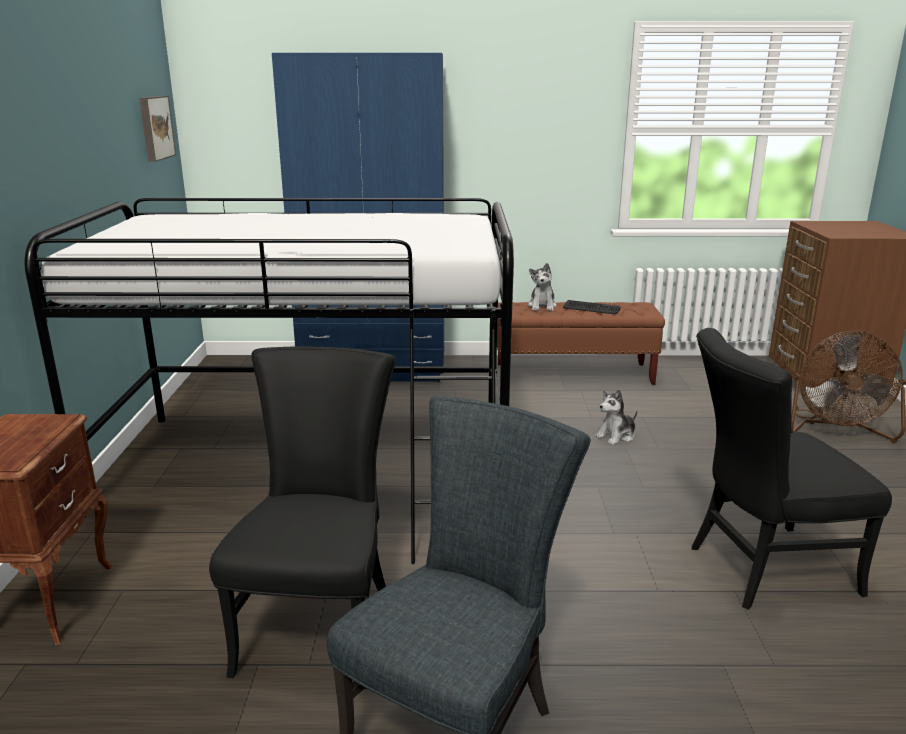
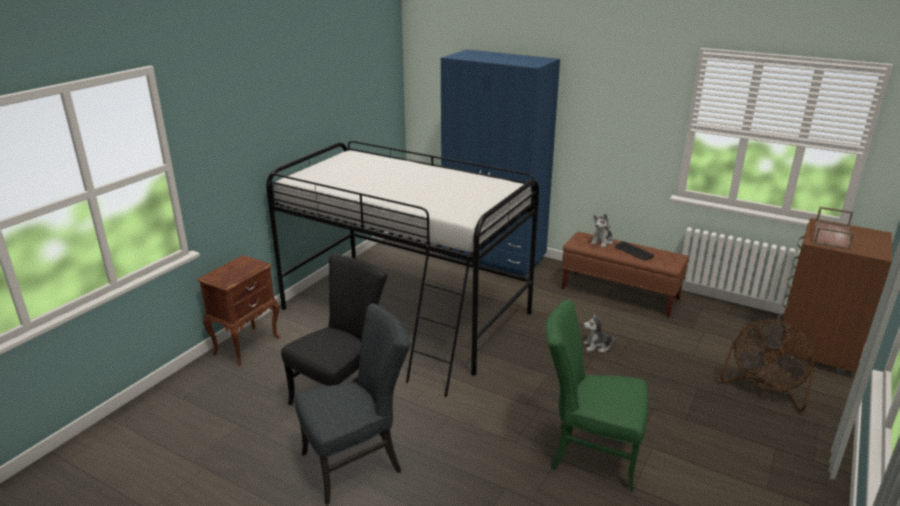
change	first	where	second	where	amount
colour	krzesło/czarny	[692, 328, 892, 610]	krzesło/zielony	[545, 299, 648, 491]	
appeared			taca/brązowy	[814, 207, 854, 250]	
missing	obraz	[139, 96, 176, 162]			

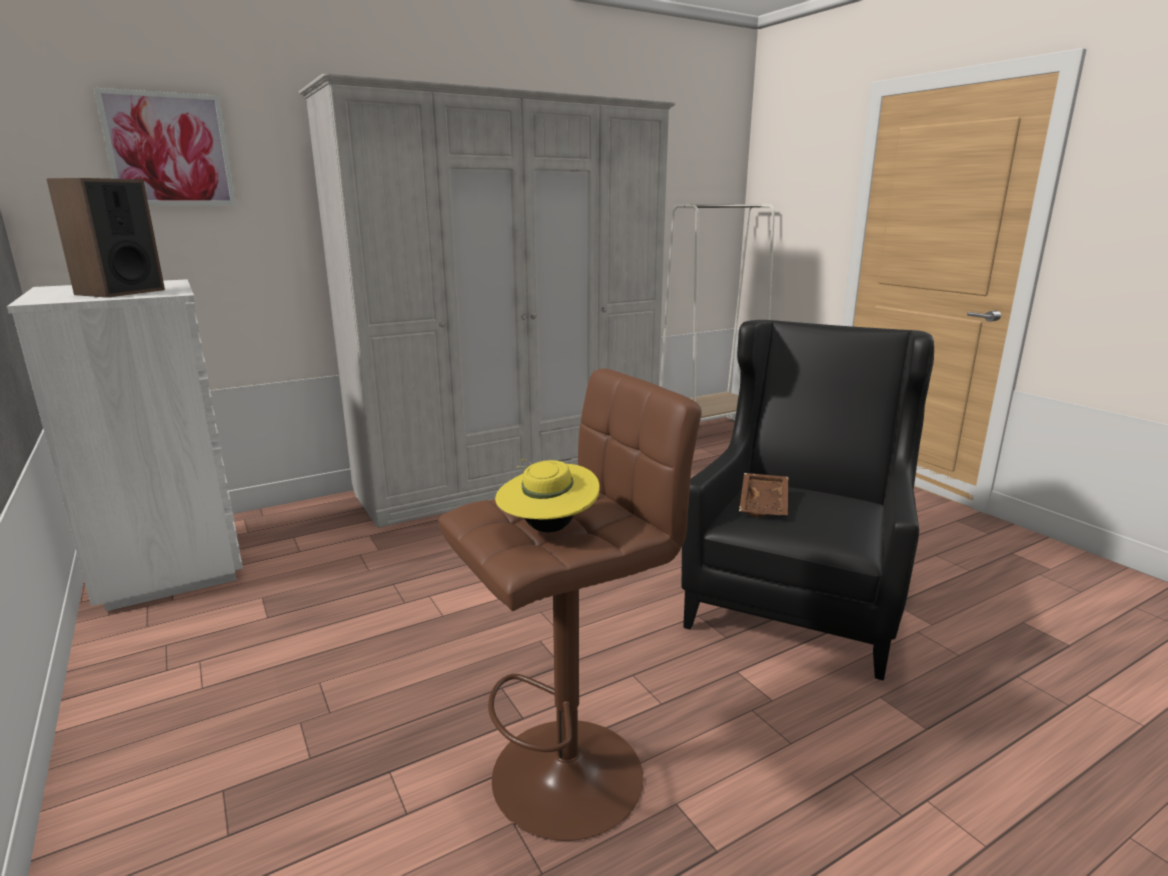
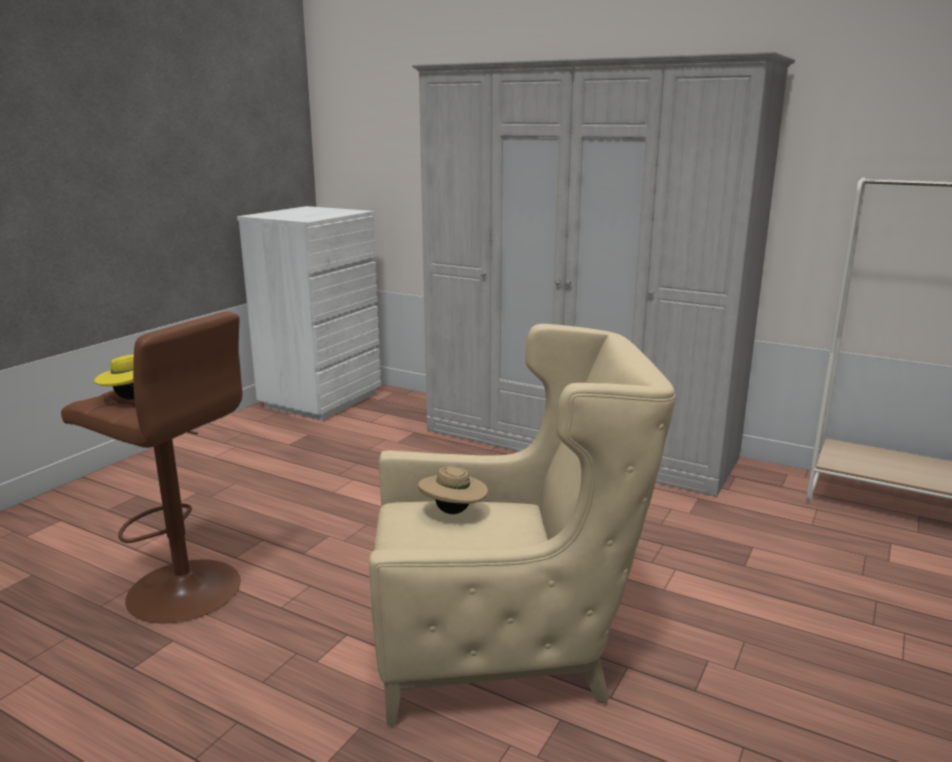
change	first	where	second	where	amount
colour	fotel/czarny	[681, 320, 934, 680]	fotel/beżowy	[369, 324, 675, 725]	
exchanged	taca/brązowy	[739, 473, 788, 517]	kapelusz/beżowy	[418, 467, 488, 514]	
missing	głośnik	[46, 178, 165, 298]			
missing	obraz	[94, 88, 236, 206]			

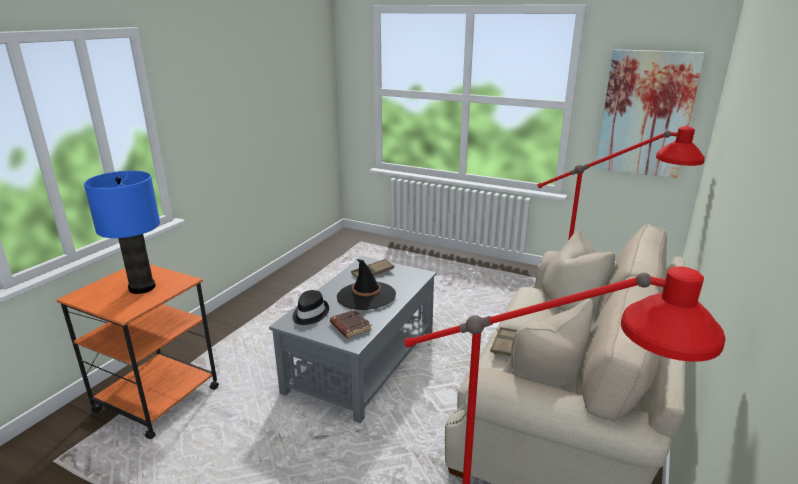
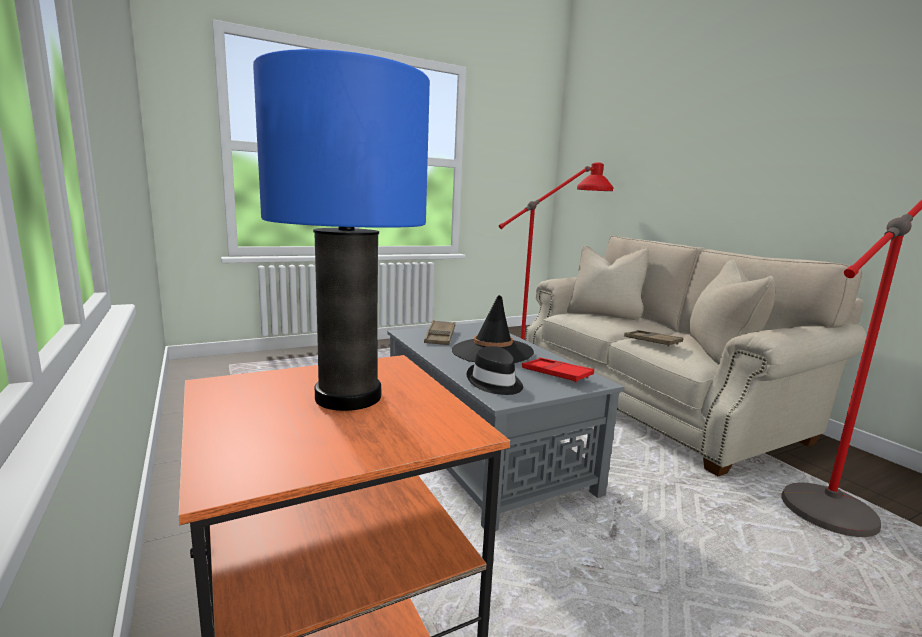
change	first	where	second	where	amount
exchanged	książka/brązowy	[330, 310, 372, 338]	taca/czerwony	[522, 357, 594, 383]	
missing	obraz	[595, 49, 705, 178]			

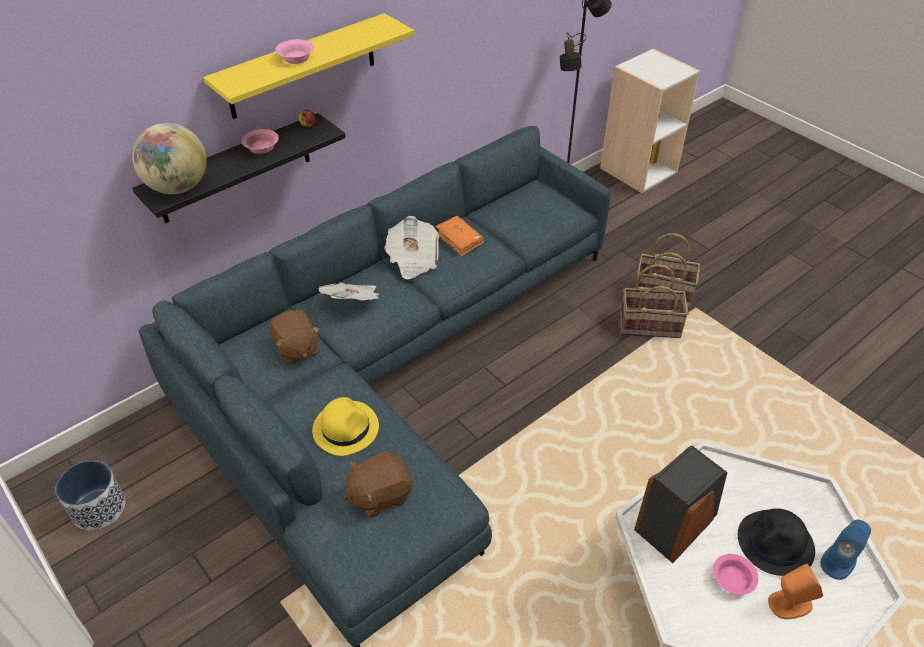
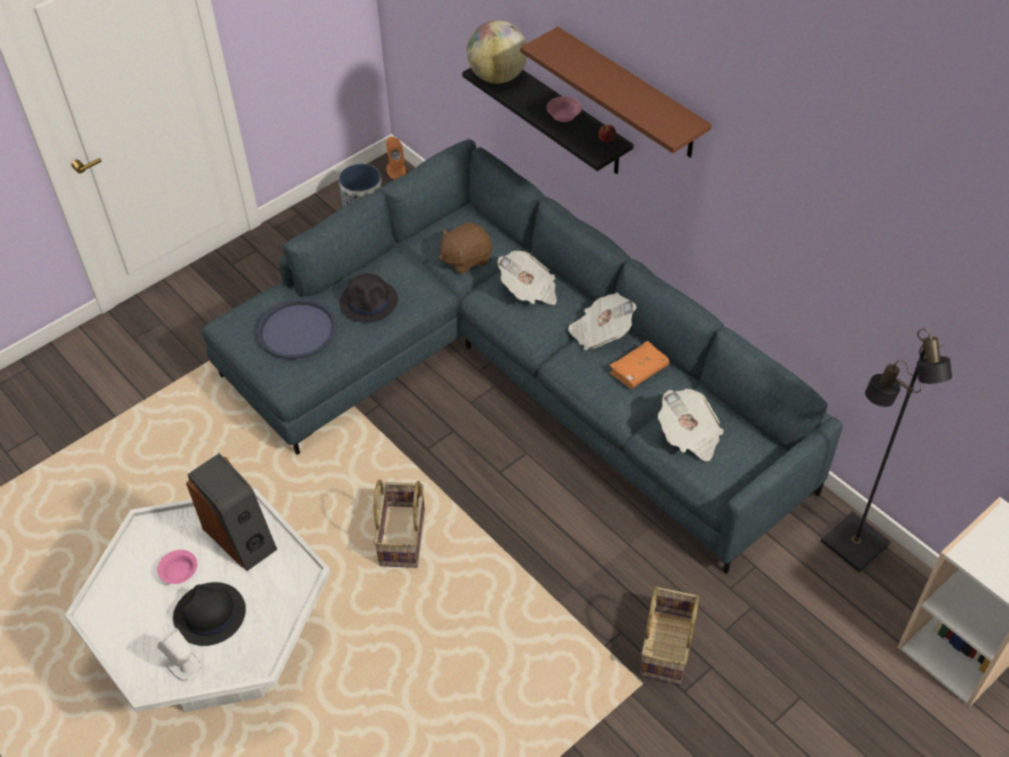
change	first	where	second	where	amount
colour	głośnik/niebieski	[820, 520, 871, 580]	głośnik/biały	[157, 628, 202, 682]	
exchanged	pluszak/brązowy	[343, 451, 412, 518]	taca/niebieski	[257, 299, 337, 359]	
colour	kapelusz/żółty	[312, 397, 379, 456]	kapelusz/czarny	[339, 273, 398, 323]	
relocated	koszyk	[620, 264, 689, 338]		[374, 479, 425, 568]	
relocated	głośnik/pomarańczowy	[768, 564, 823, 619]		[386, 137, 406, 179]	
colour	półka/żółty	[203, 13, 414, 119]	półka/brązowy	[520, 27, 712, 158]	
appeared			gazeta	[658, 389, 724, 462]	
missing	miska/różowy	[275, 39, 314, 64]			

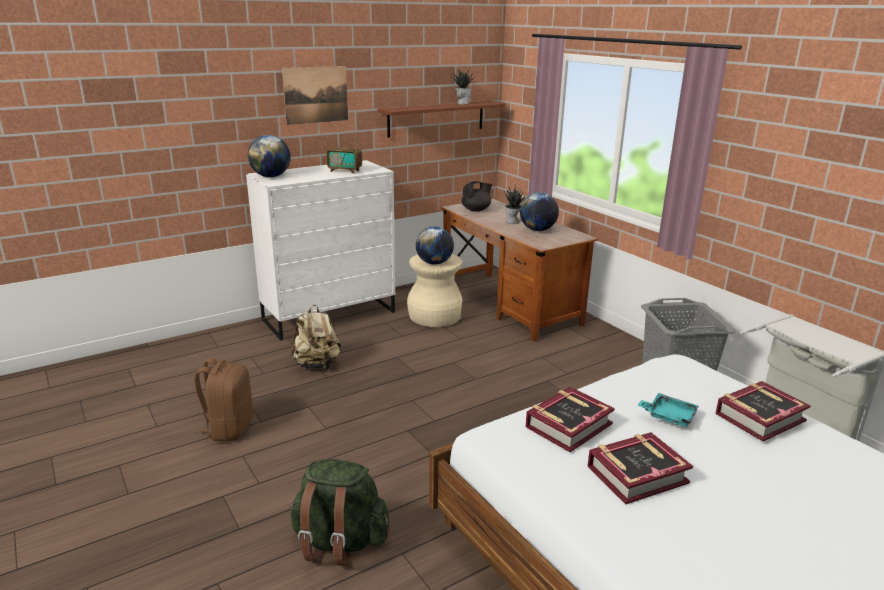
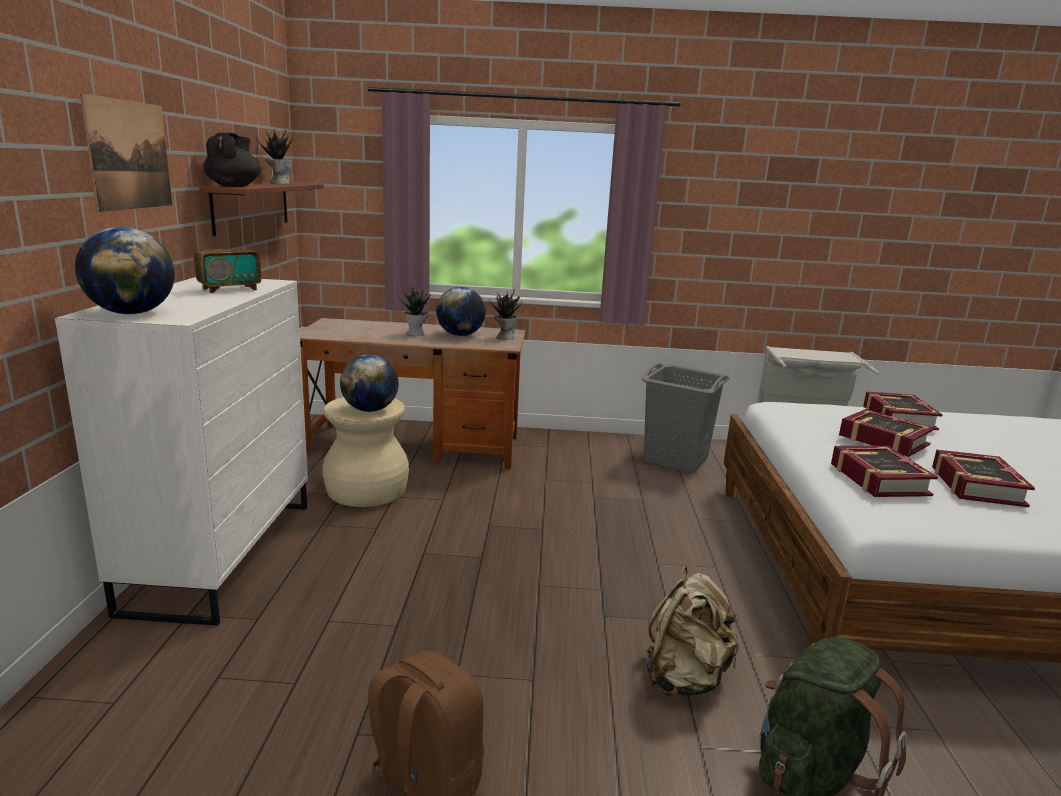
change	first	where	second	where	amount
relocated	imbryk/czarny	[461, 181, 492, 212]		[203, 132, 261, 187]	
appeared			roślina doniczkowa	[489, 289, 522, 340]	
relocated	plecak/beżowy	[289, 305, 341, 369]		[647, 566, 739, 696]	
exchanged	taca/turkusowy	[637, 393, 699, 427]	książka	[839, 409, 934, 457]	

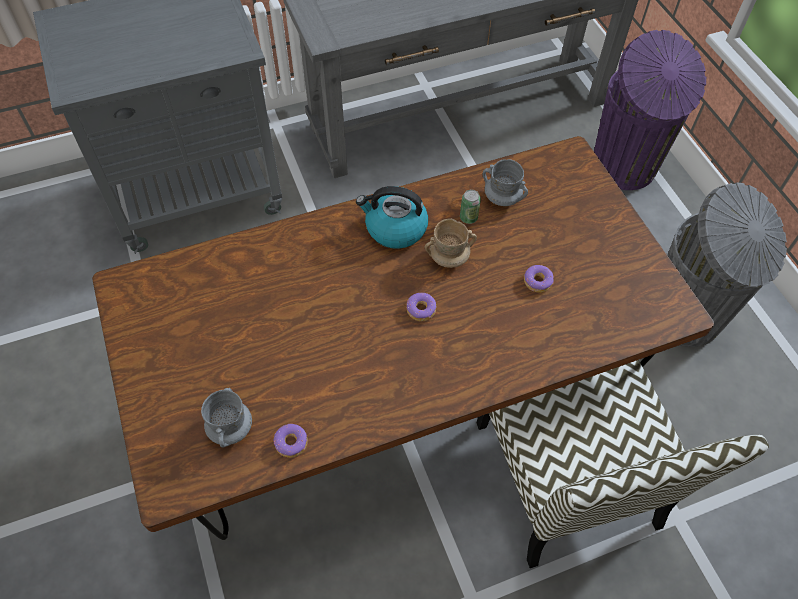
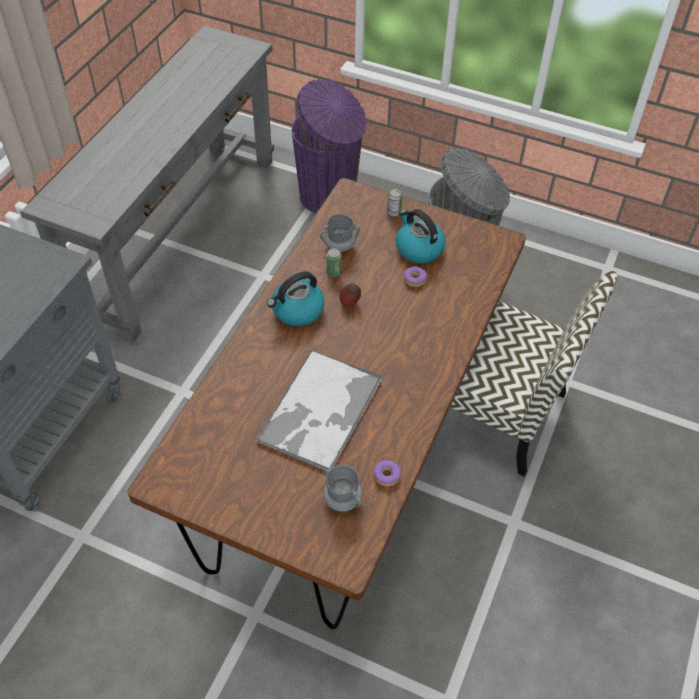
change	first	where	second	where	amount
appeared			taca	[256, 350, 382, 471]	
exchanged	kubek/beżowy	[424, 219, 477, 268]	jabłko	[339, 283, 361, 307]	
appeared			puszka	[387, 189, 402, 216]	
appeared			czajnik	[396, 209, 446, 263]	
missing	donut	[407, 293, 436, 321]			

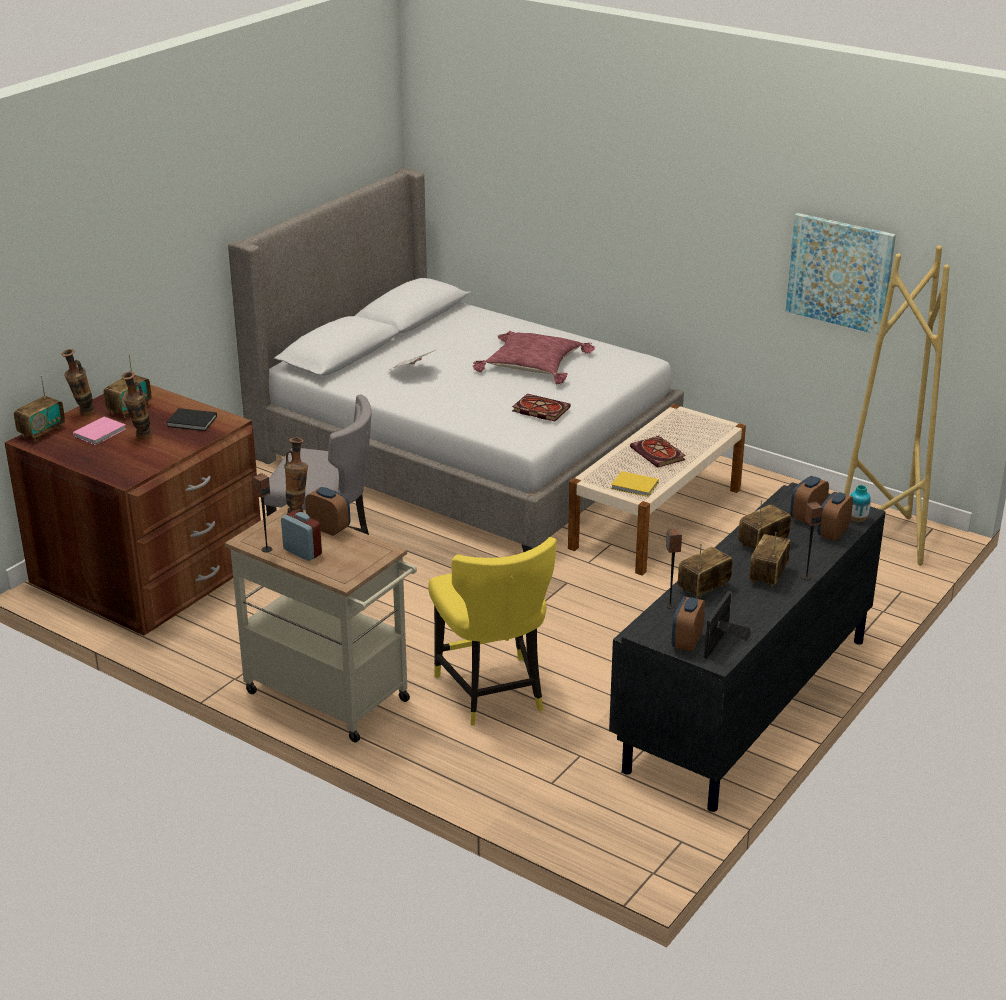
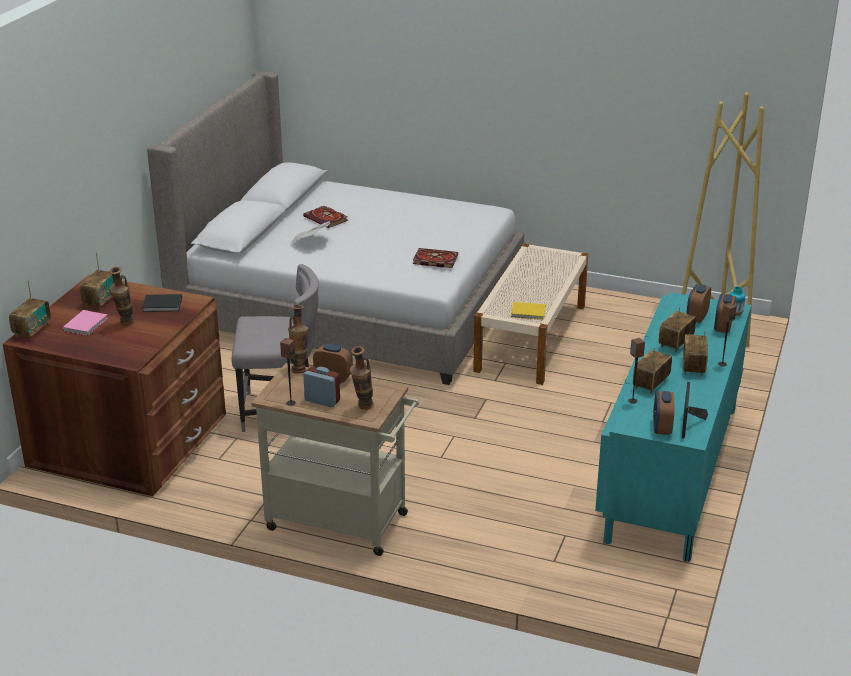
change	first	where	second	where	amount
relocated	książka	[630, 436, 686, 468]		[303, 206, 348, 228]	
relocated	wazon	[62, 349, 95, 416]		[350, 346, 373, 410]	
colour	szafka/czarny	[609, 482, 886, 812]	szafka/turkusowy	[595, 292, 751, 562]	
missing	krzesło/żółty	[428, 537, 557, 726]			
missing	poduszka/czerwony	[473, 331, 596, 385]			
missing	obraz	[786, 213, 896, 335]			

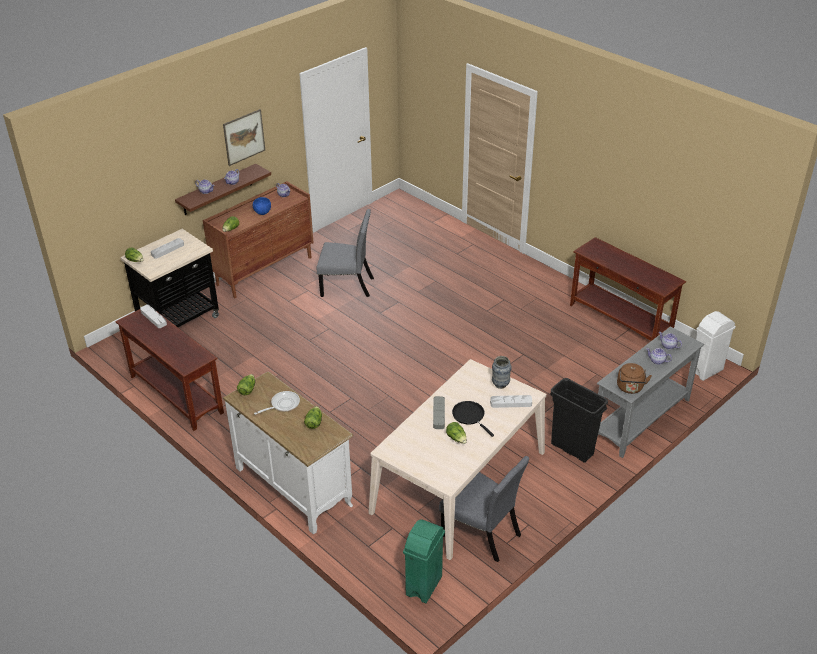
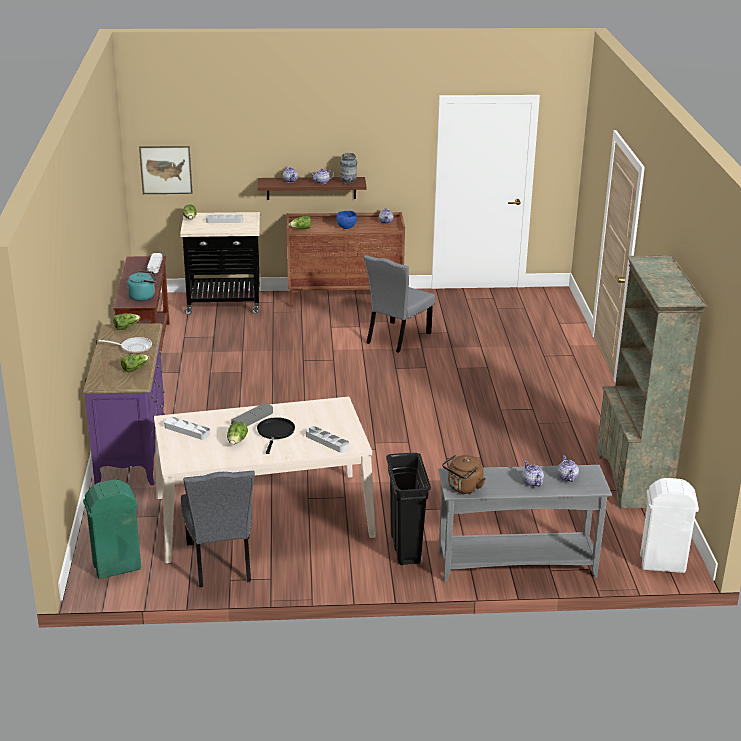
change	first	where	second	where	amount
colour	komoda/biały	[223, 372, 353, 535]	komoda/fioletowy	[84, 323, 165, 485]	
appeared			czajnik/turkusowy	[127, 270, 157, 301]	
relocated	obraz	[223, 109, 265, 166]		[139, 146, 193, 194]	
appeared			taca/szary	[164, 417, 210, 440]	
relocated	wazon	[492, 356, 512, 389]		[340, 153, 357, 184]	
spun	krzesło/szary	[316, 209, 374, 297]		[364, 255, 435, 353]	75 degrees clockwise
exchanged	stolik konsolowy/brązowy	[570, 237, 686, 341]	regał/zielony	[597, 255, 708, 509]	

